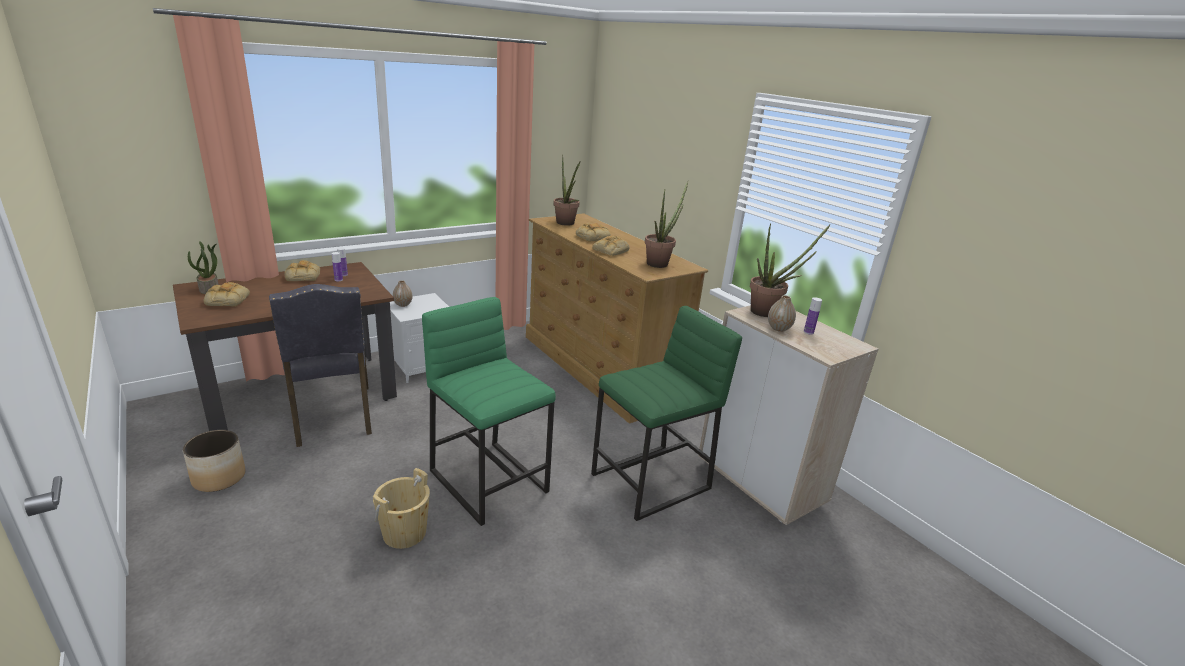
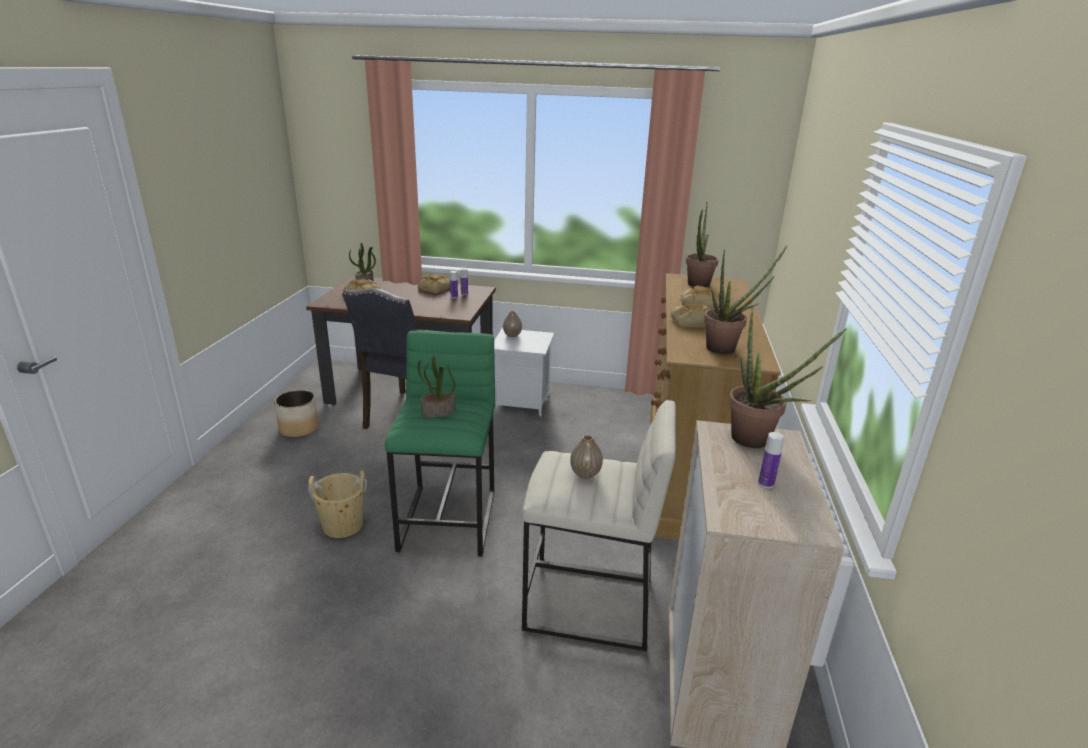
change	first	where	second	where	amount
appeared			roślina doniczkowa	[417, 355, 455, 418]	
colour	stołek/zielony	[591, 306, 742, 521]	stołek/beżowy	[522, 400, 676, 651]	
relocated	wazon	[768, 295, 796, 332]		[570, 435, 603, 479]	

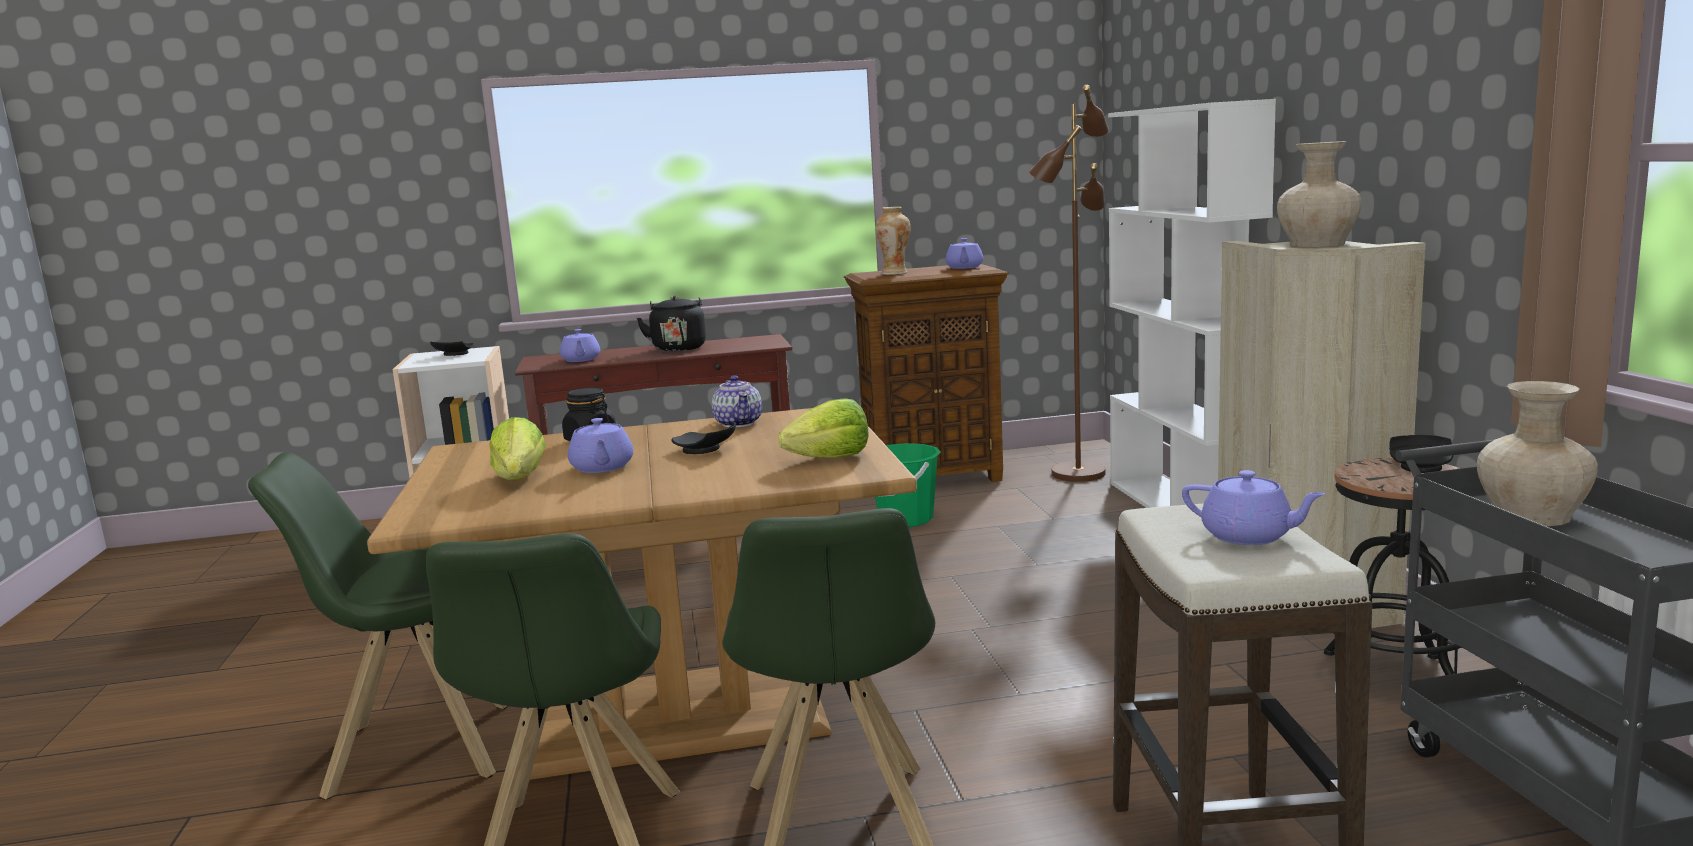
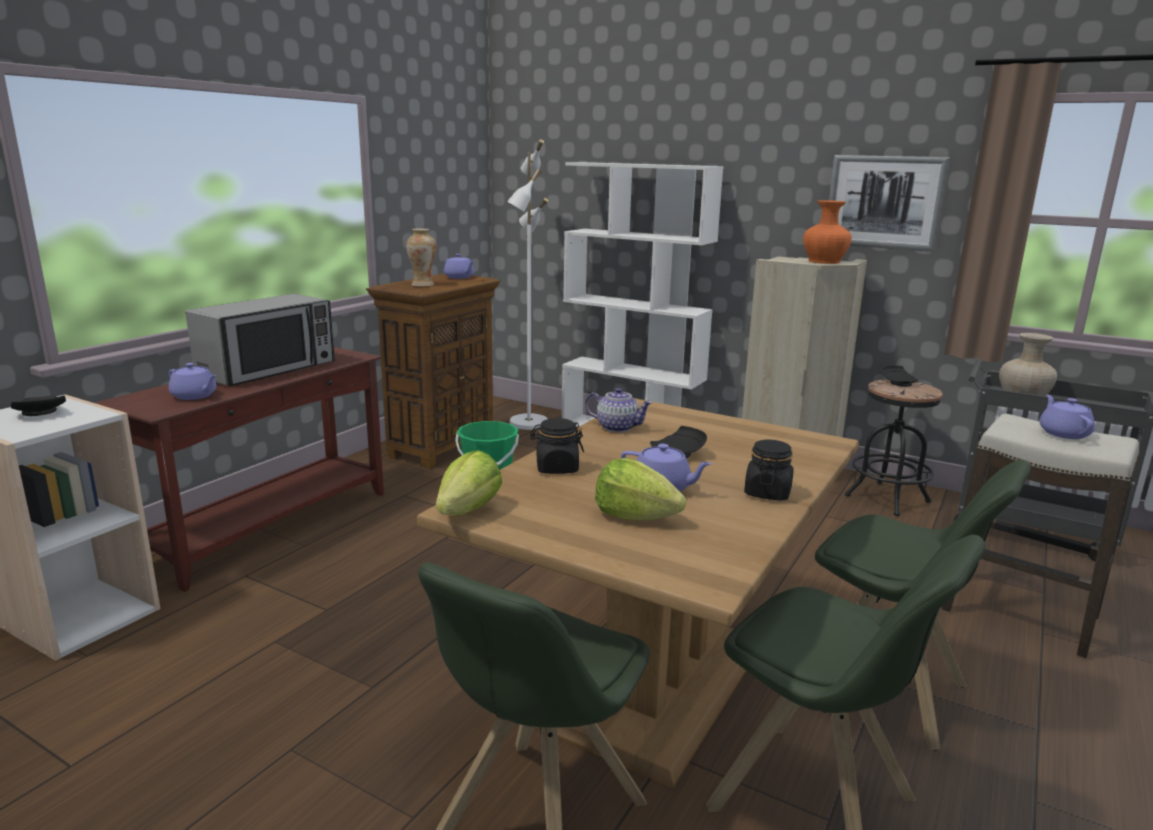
change	first	where	second	where	amount
exchanged	czajnik/czarny	[637, 296, 706, 352]	mikrofalówka	[186, 294, 335, 386]	
relocated	sałata	[778, 398, 868, 458]		[436, 450, 502, 515]	
colour	lampa stojąca/brązowy	[1029, 85, 1109, 482]	lampa stojąca/biały	[507, 139, 549, 430]	
appeared			słoik/czarny	[744, 440, 794, 501]	
colour	wazon/beżowy	[1277, 141, 1361, 247]	wazon/pomarańczowy	[803, 200, 852, 264]	
appeared			obraz	[829, 155, 950, 252]	
spun	imbryk/fioletowy	[1182, 470, 1326, 545]		[1040, 395, 1095, 439]	75 degrees counterclockwise

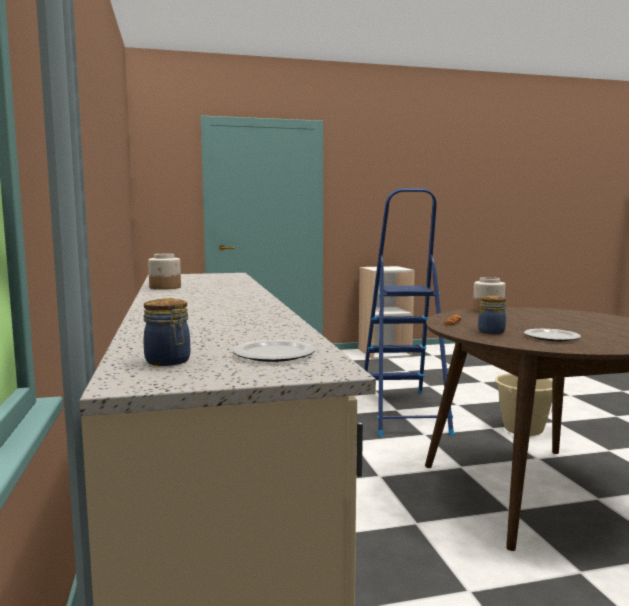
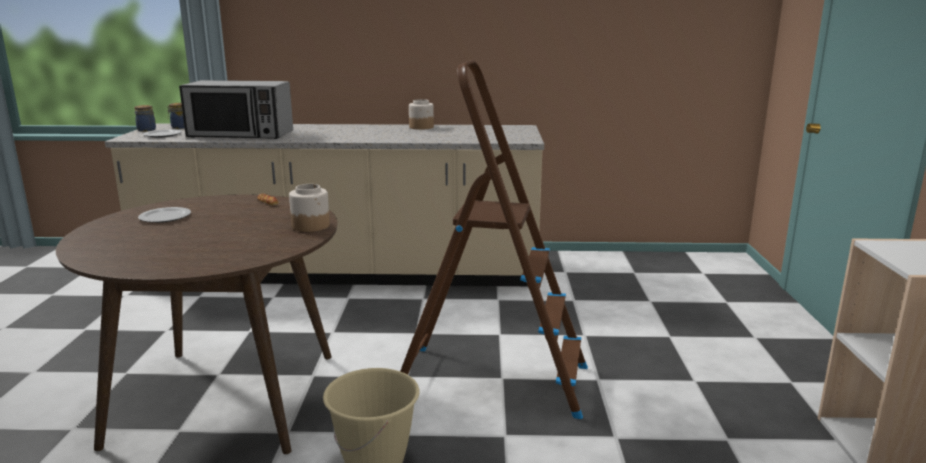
change	first	where	second	where	amount
relocated	słoik	[478, 296, 506, 335]		[134, 105, 156, 132]	
appeared			mikrofalówka	[179, 80, 293, 139]	
colour	drabinka/niebieski	[364, 188, 454, 437]	drabinka/brązowy	[400, 60, 588, 419]	

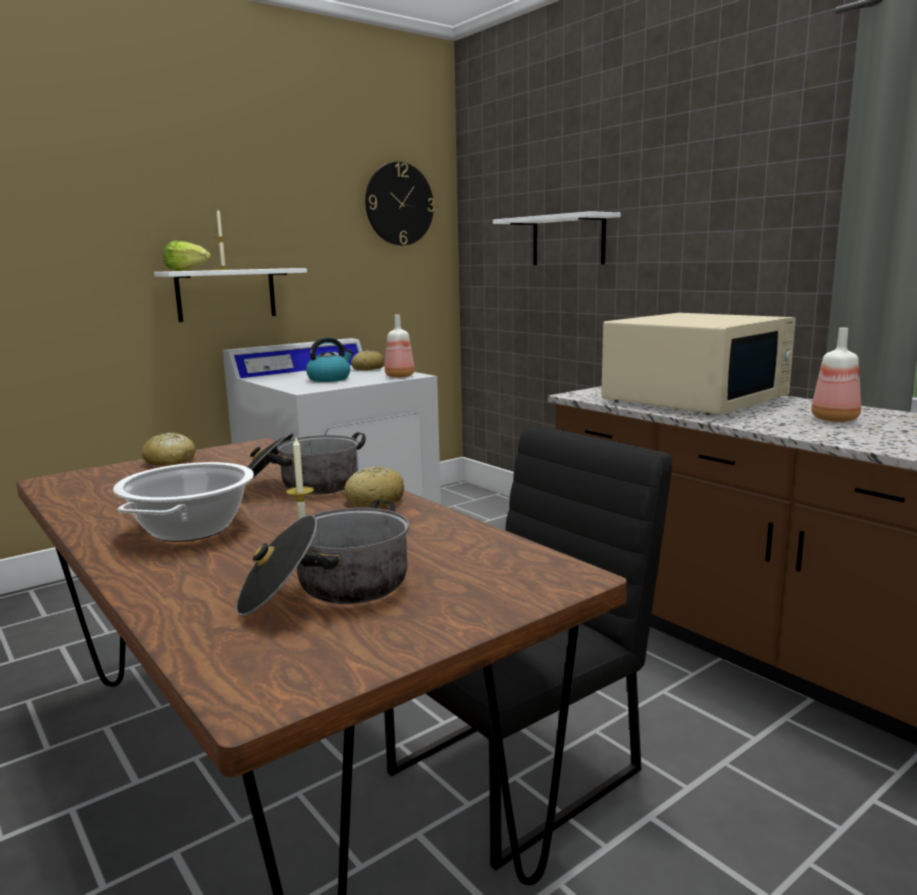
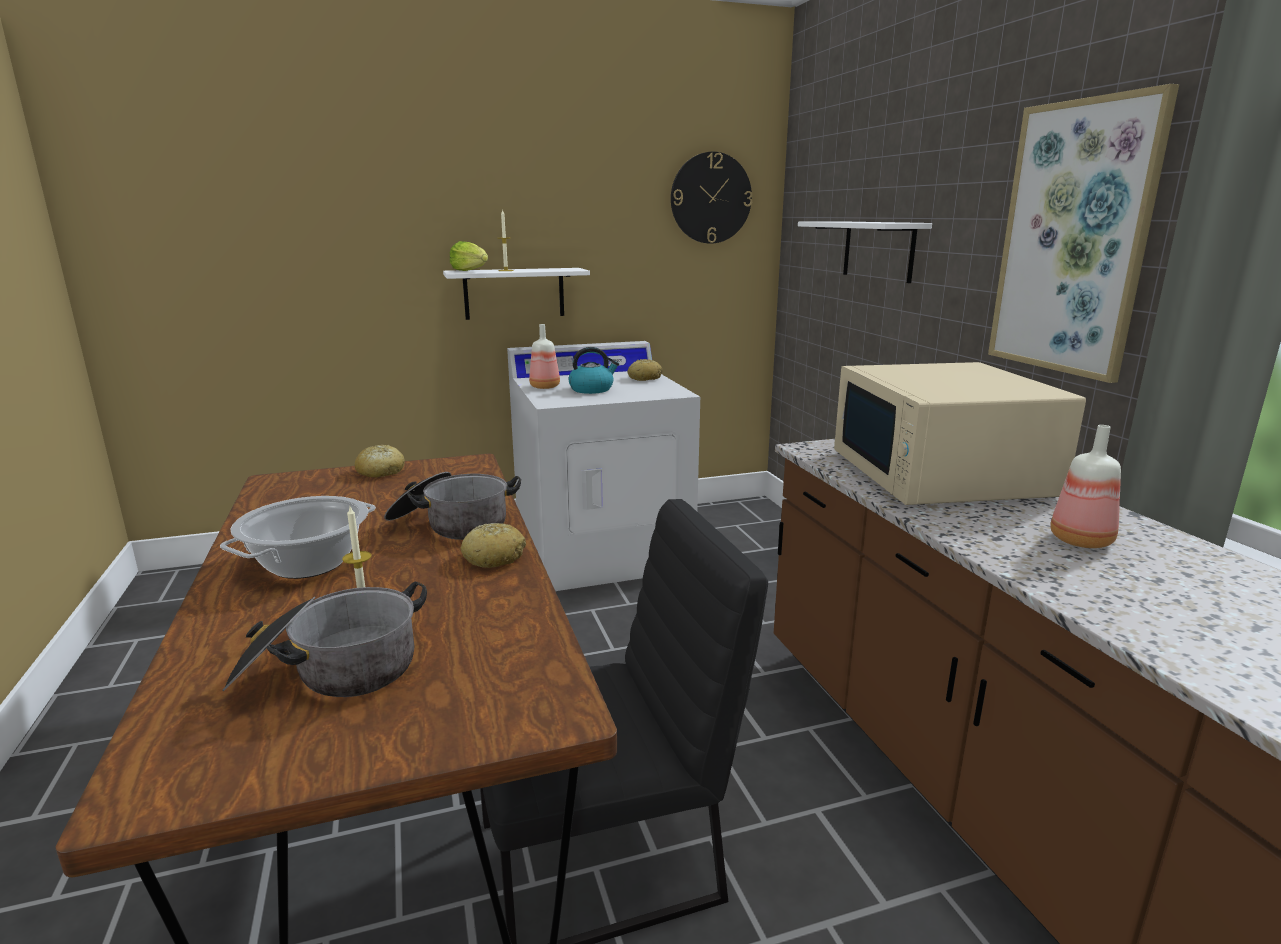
change	first	where	second	where	amount
relocated	butelka	[385, 314, 415, 378]		[529, 324, 560, 389]	
spun	mikrofalówka/beżowy	[601, 313, 796, 415]		[834, 362, 1086, 505]	105 degrees clockwise
appeared			obraz	[988, 84, 1179, 383]	

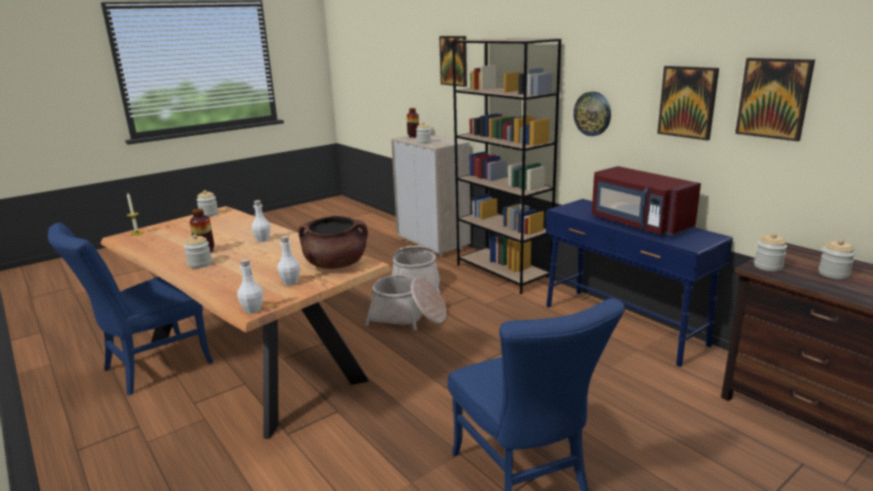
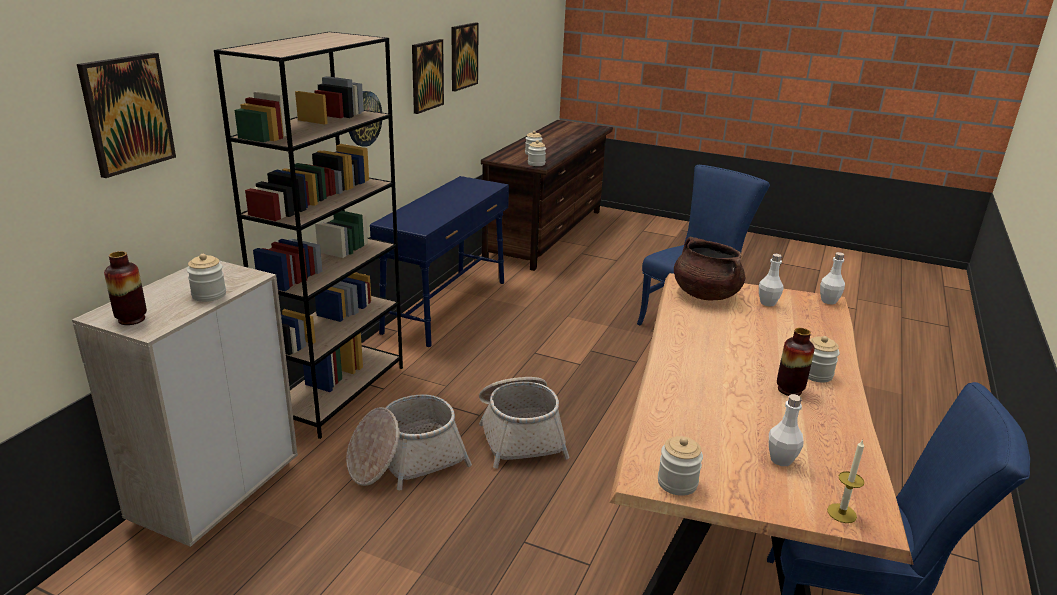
change	first	where	second	where	amount
relocated	butelka/biały	[252, 200, 270, 242]		[769, 394, 803, 466]	
missing	mikrofalówka/czerwony	[592, 166, 701, 236]			

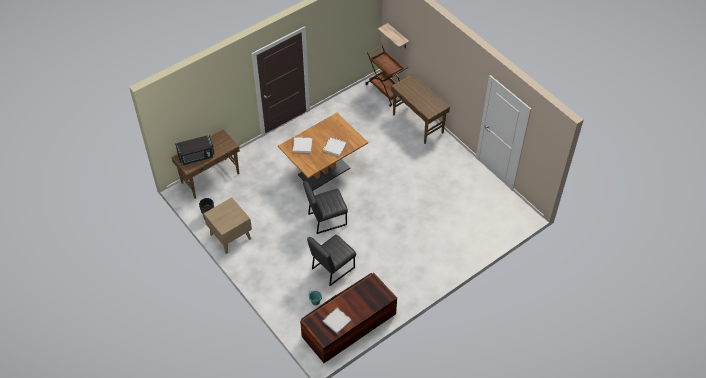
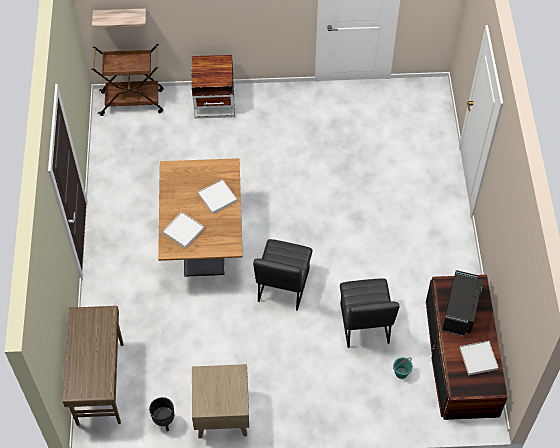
change	first	where	second	where	amount
exchanged	stolik konsolowy/brązowy	[391, 74, 450, 144]	szafka nocna	[192, 55, 235, 119]	
relocated	mikrofalówka/czarny	[175, 135, 215, 165]		[442, 270, 483, 336]	

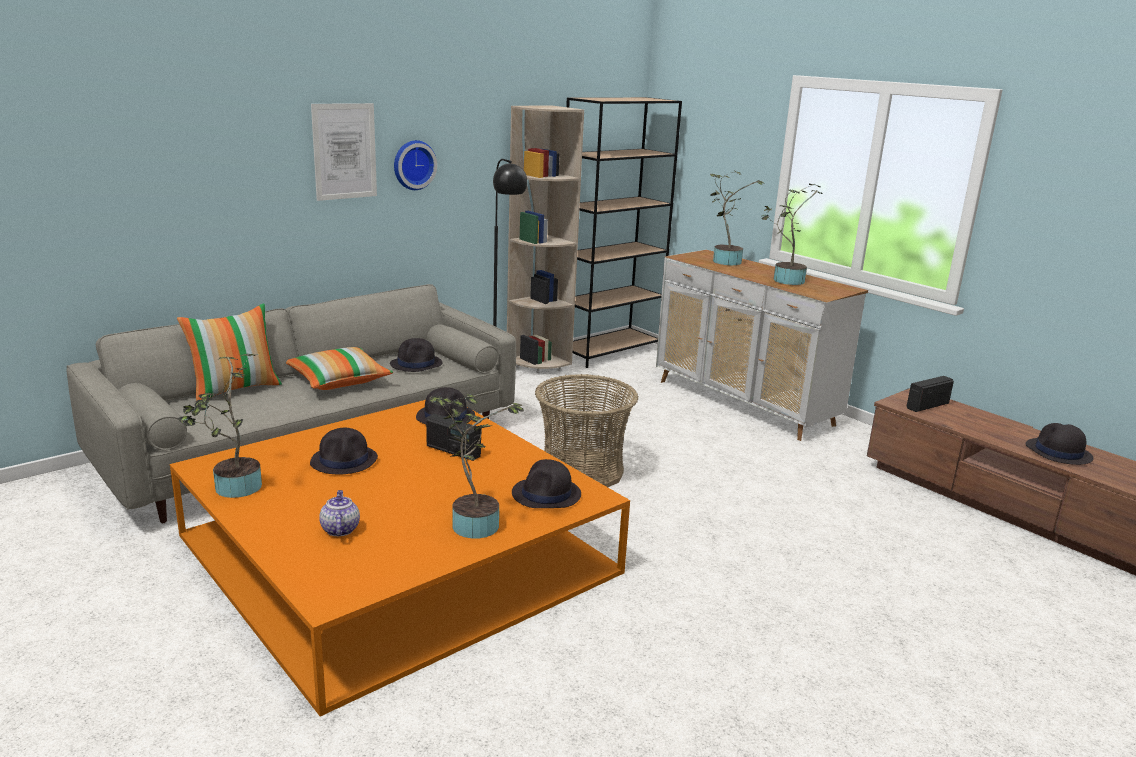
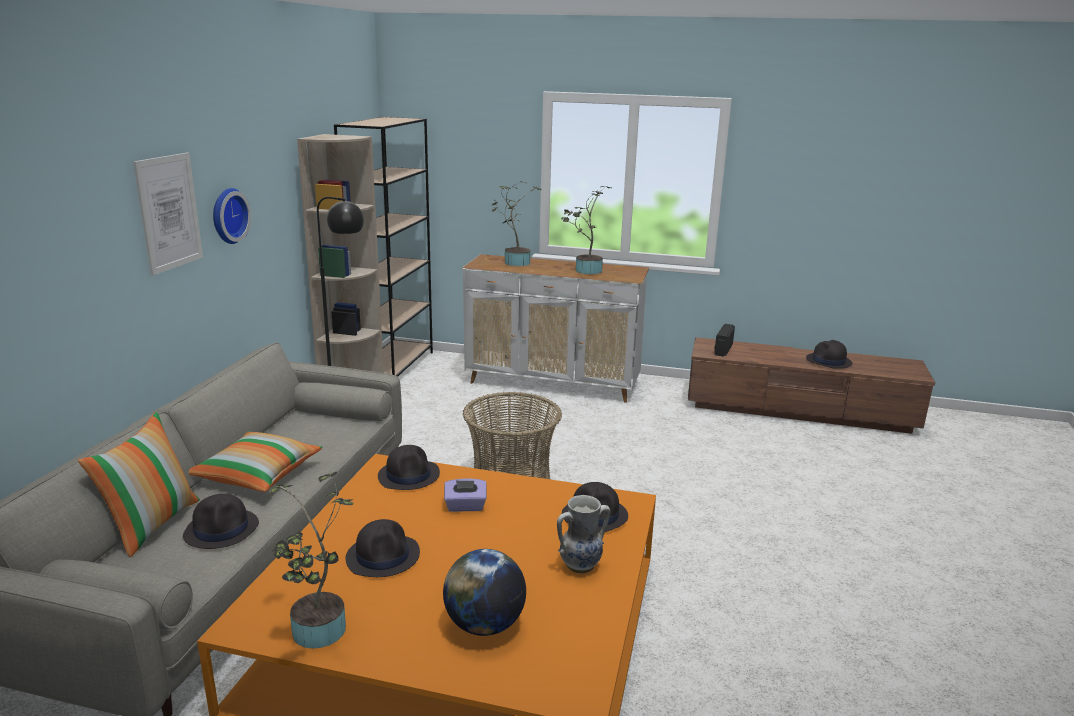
change	first	where	second	where	amount
relocated	kapelusz/czarny	[390, 338, 442, 372]		[183, 494, 259, 549]	
exchanged	imbryk	[319, 490, 360, 536]	globus	[443, 549, 526, 636]	
exchanged	radio	[426, 414, 481, 461]	pudełko chusteczek/fioletowy	[444, 478, 487, 512]	
exchanged	roślina doniczkowa	[429, 394, 524, 539]	wazon	[557, 495, 610, 574]	

